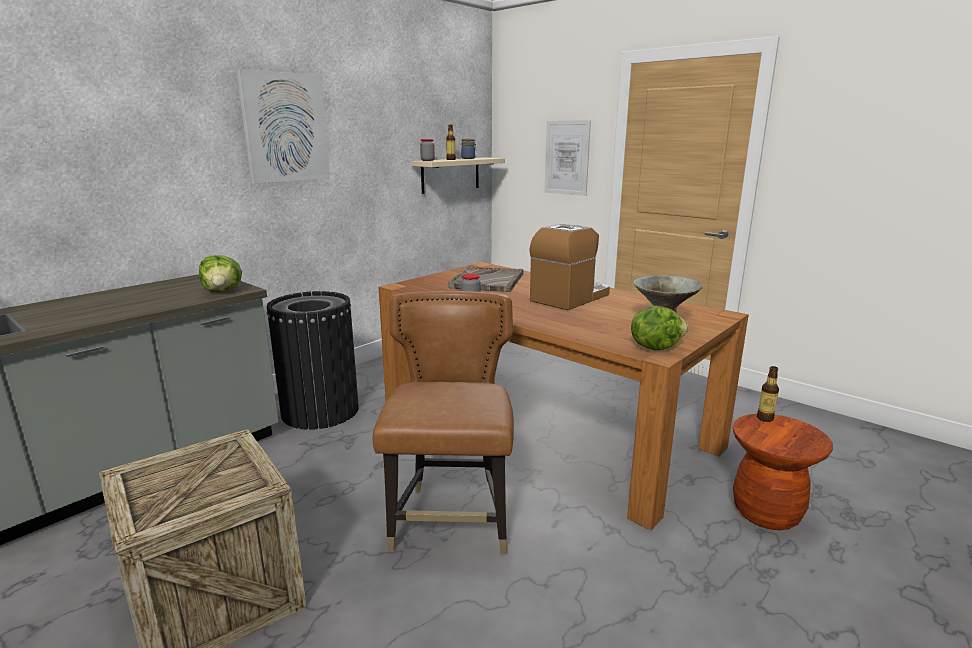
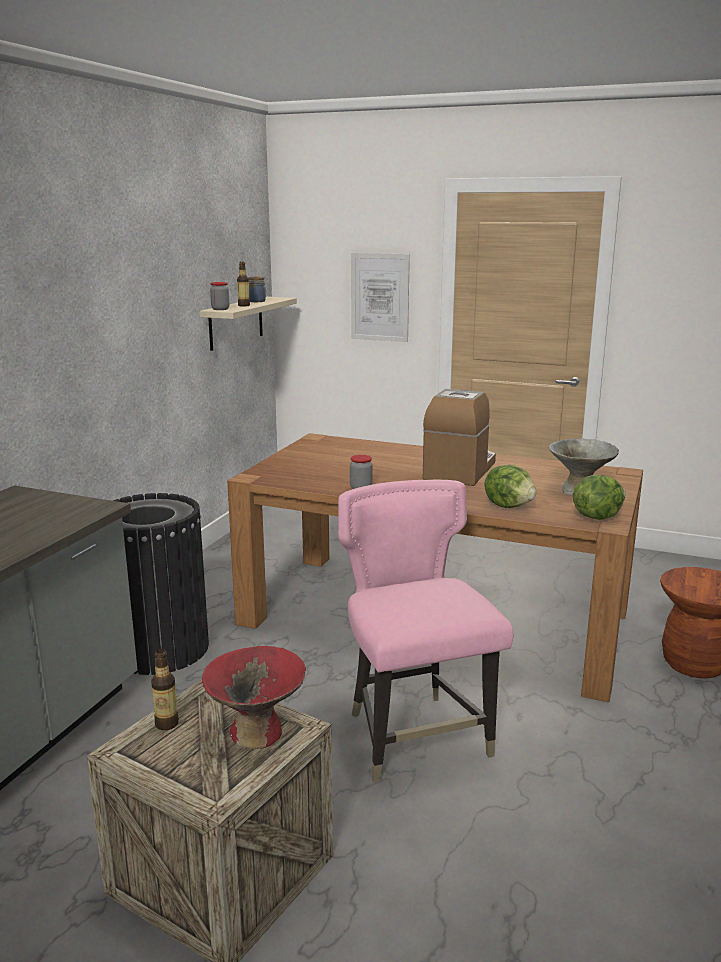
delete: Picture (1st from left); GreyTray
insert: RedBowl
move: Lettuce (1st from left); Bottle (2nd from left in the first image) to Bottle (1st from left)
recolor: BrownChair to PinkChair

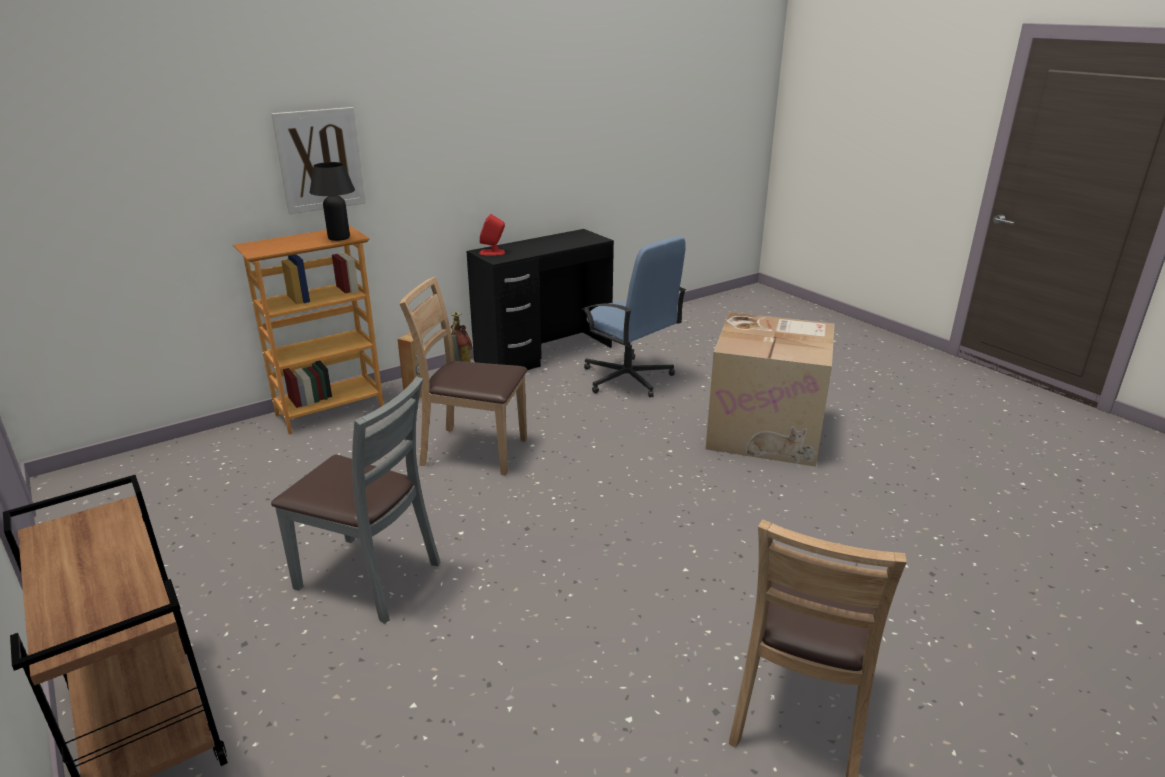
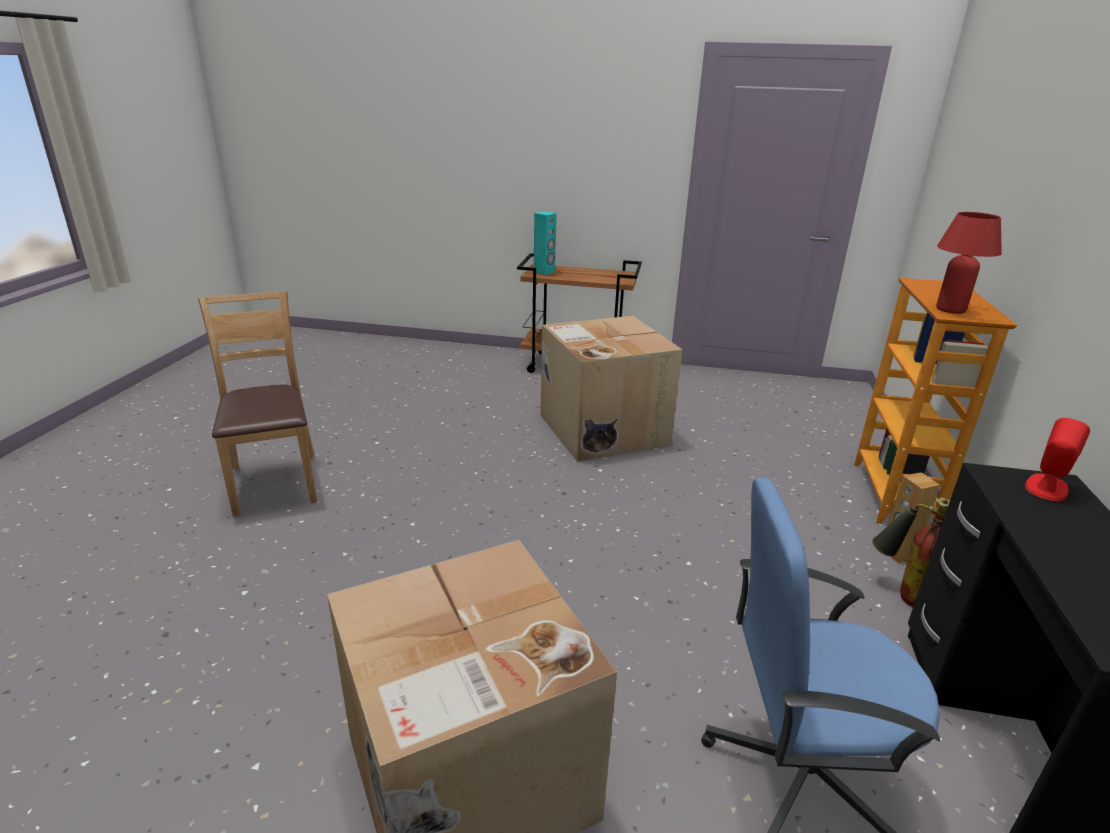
delete: Picture; BrownChair (1st from left)
insert: TurquoiseSpeaker
replace: GreyChair to CardboardBox (2nd from left)
recolor: BlackTableLamp to RedTableLamp

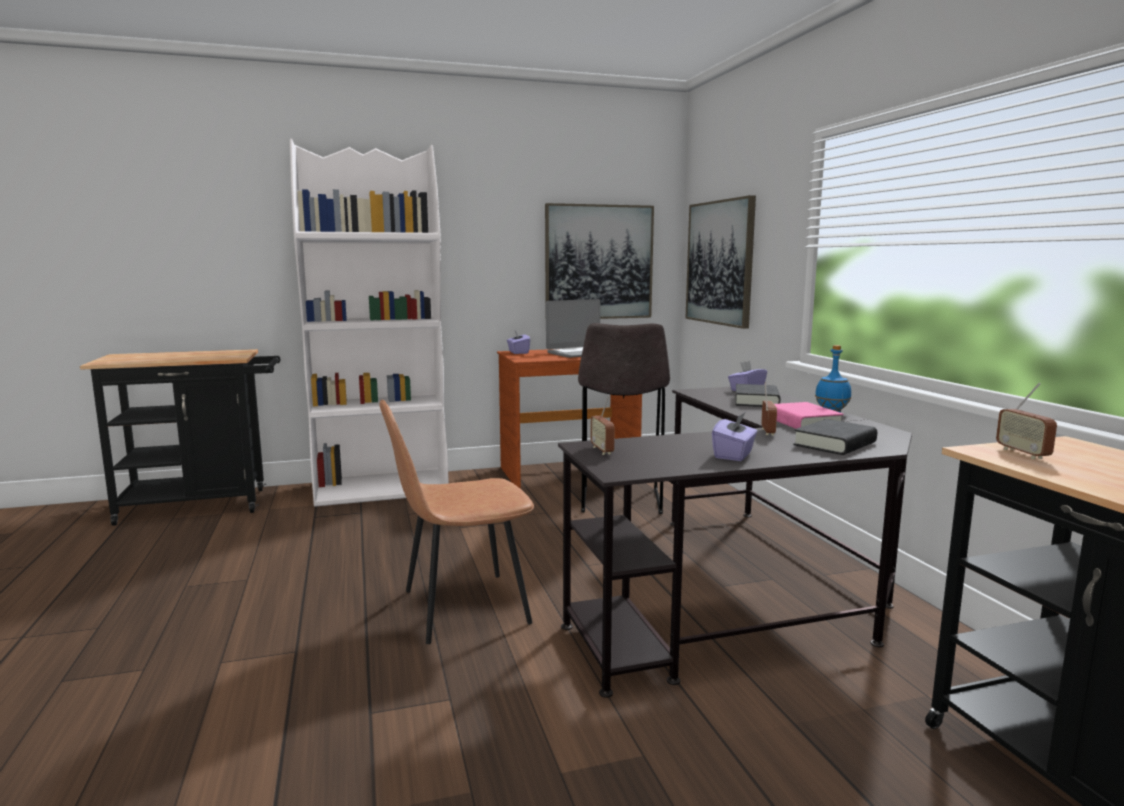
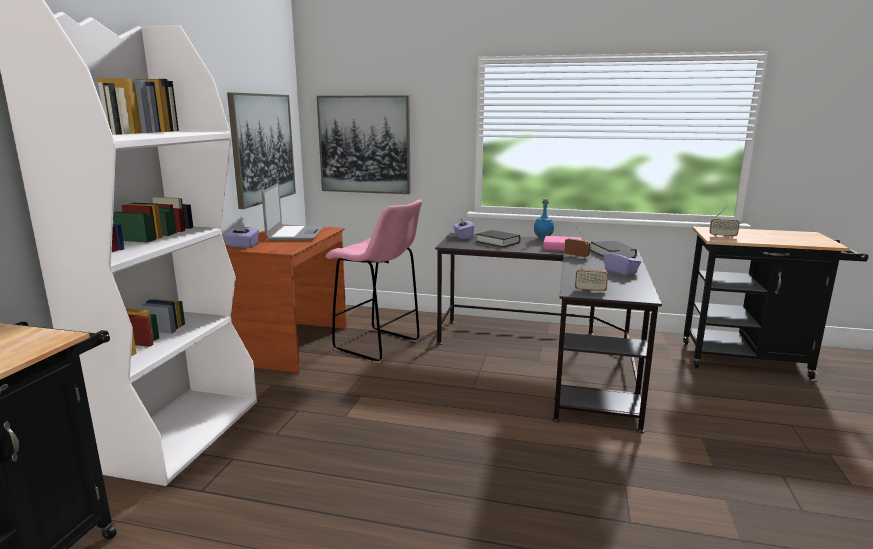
delete: BrownChair
recolor: GreyStool to PinkStool

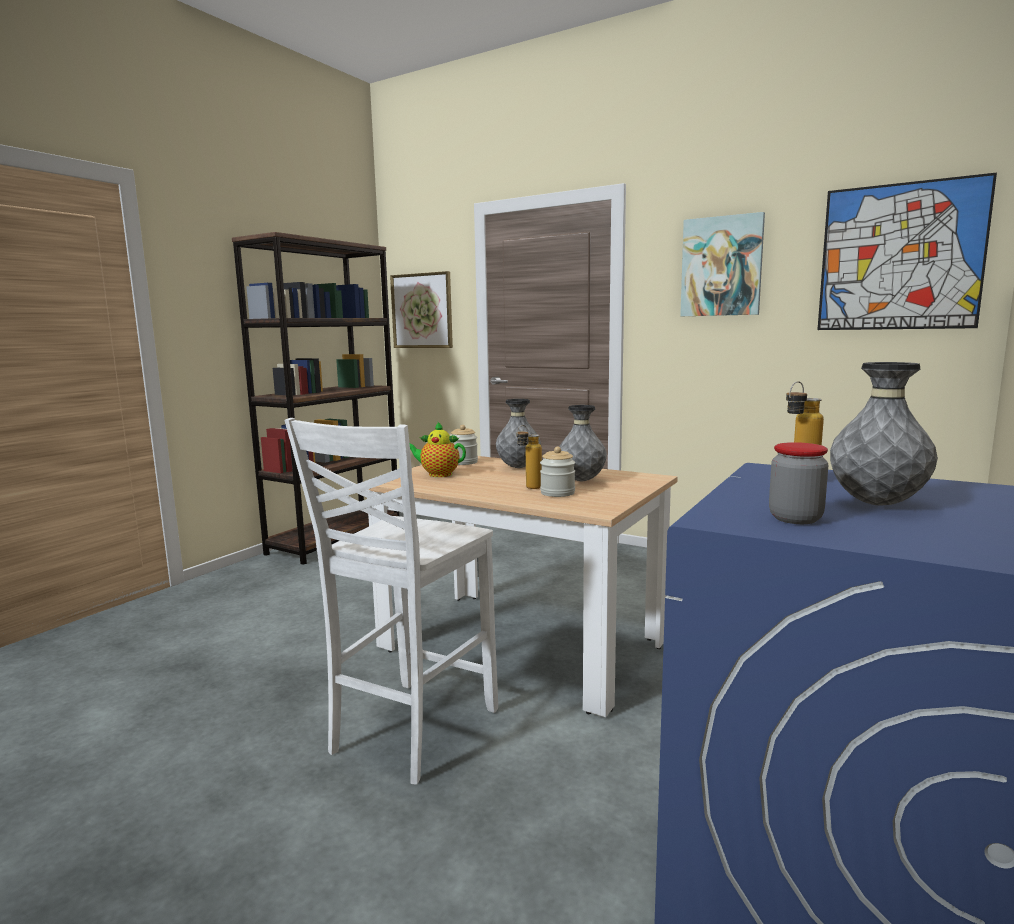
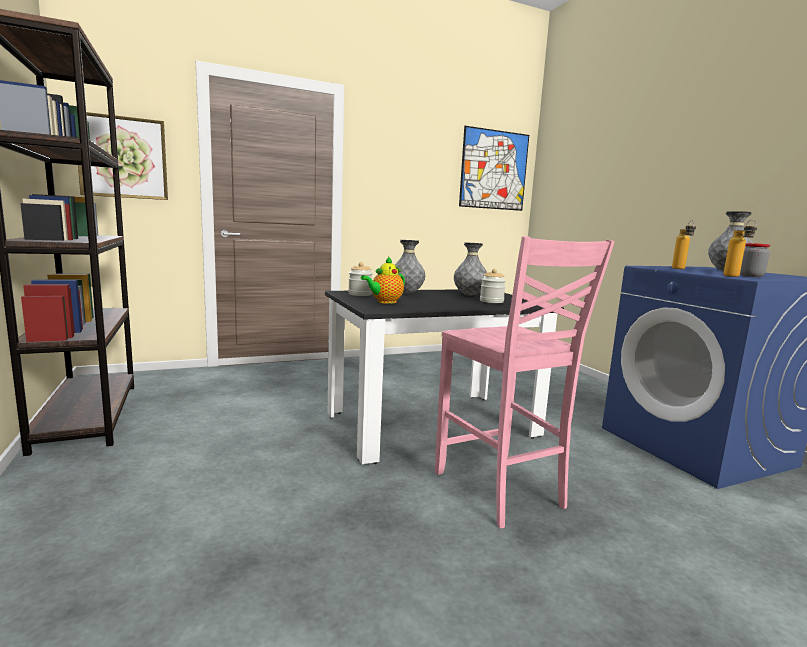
delete: Picture (2nd from left)
move: Bottle (1st from left in the first image) to Bottle (2nd from left)
recolor: WhiteChair to PinkChair; BeigeDiningTable to BlackDiningTable

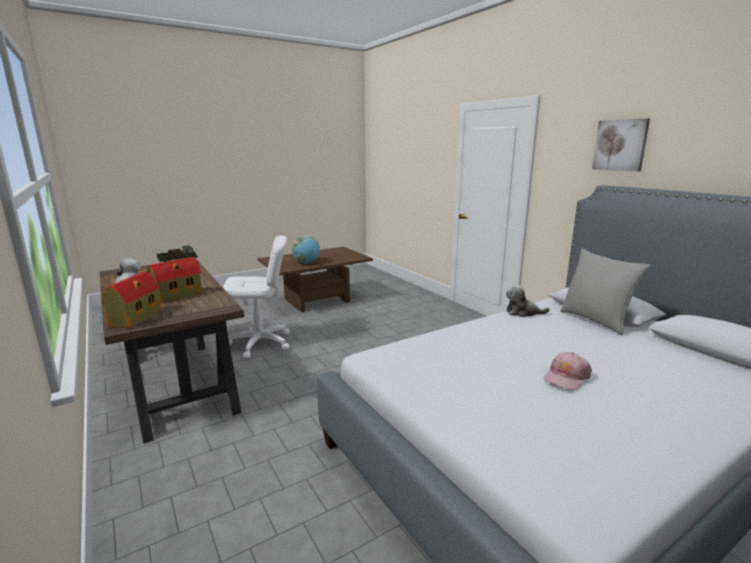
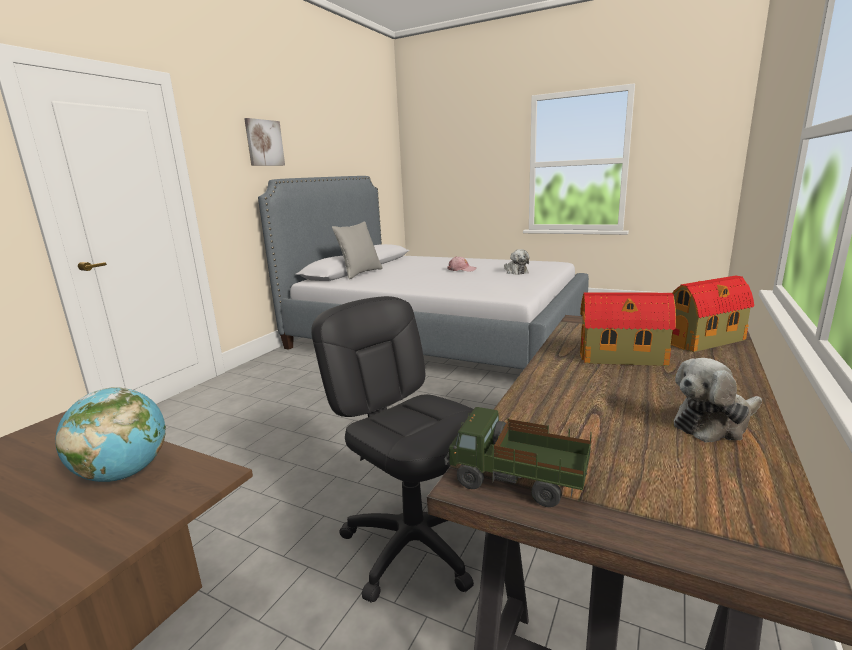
move: PlushToy (2nd from left in the first image) to PlushToy (1st from left)
recolor: WhiteOfficeChair to BlackOfficeChair

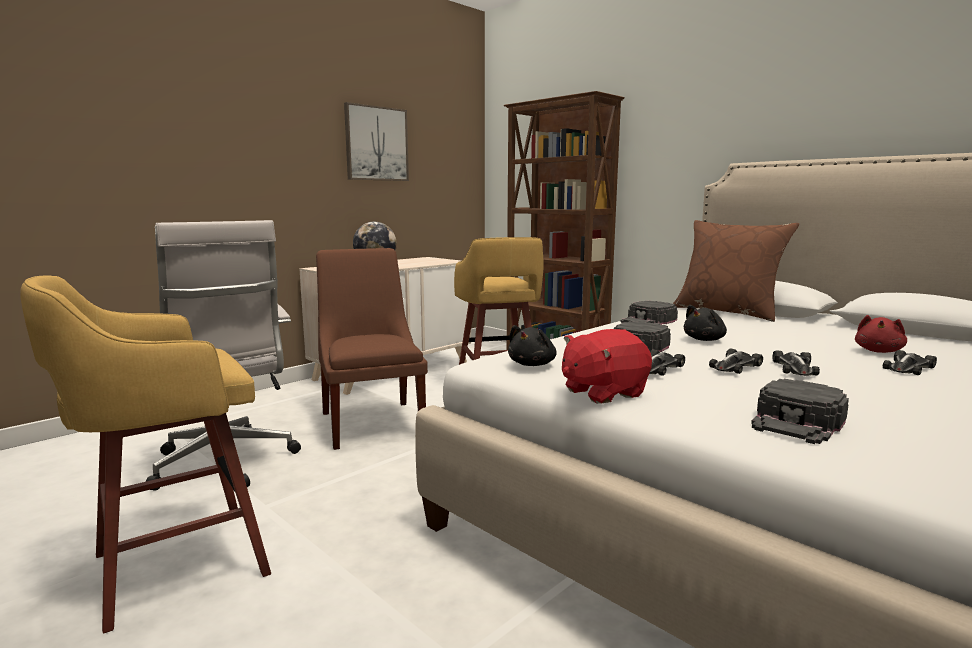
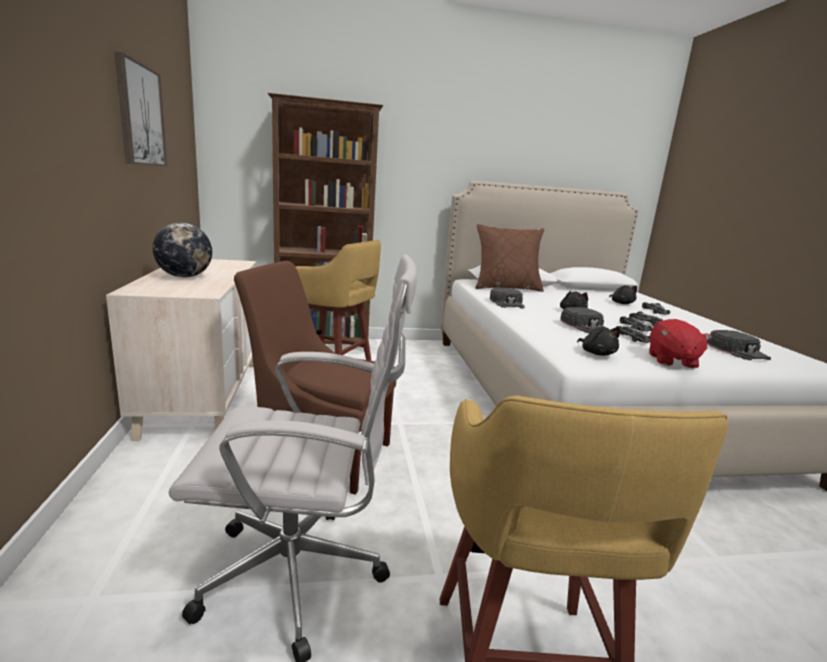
recolor: RedPlushToy (2nd from left) to BlackPlushToy (3rd from left)

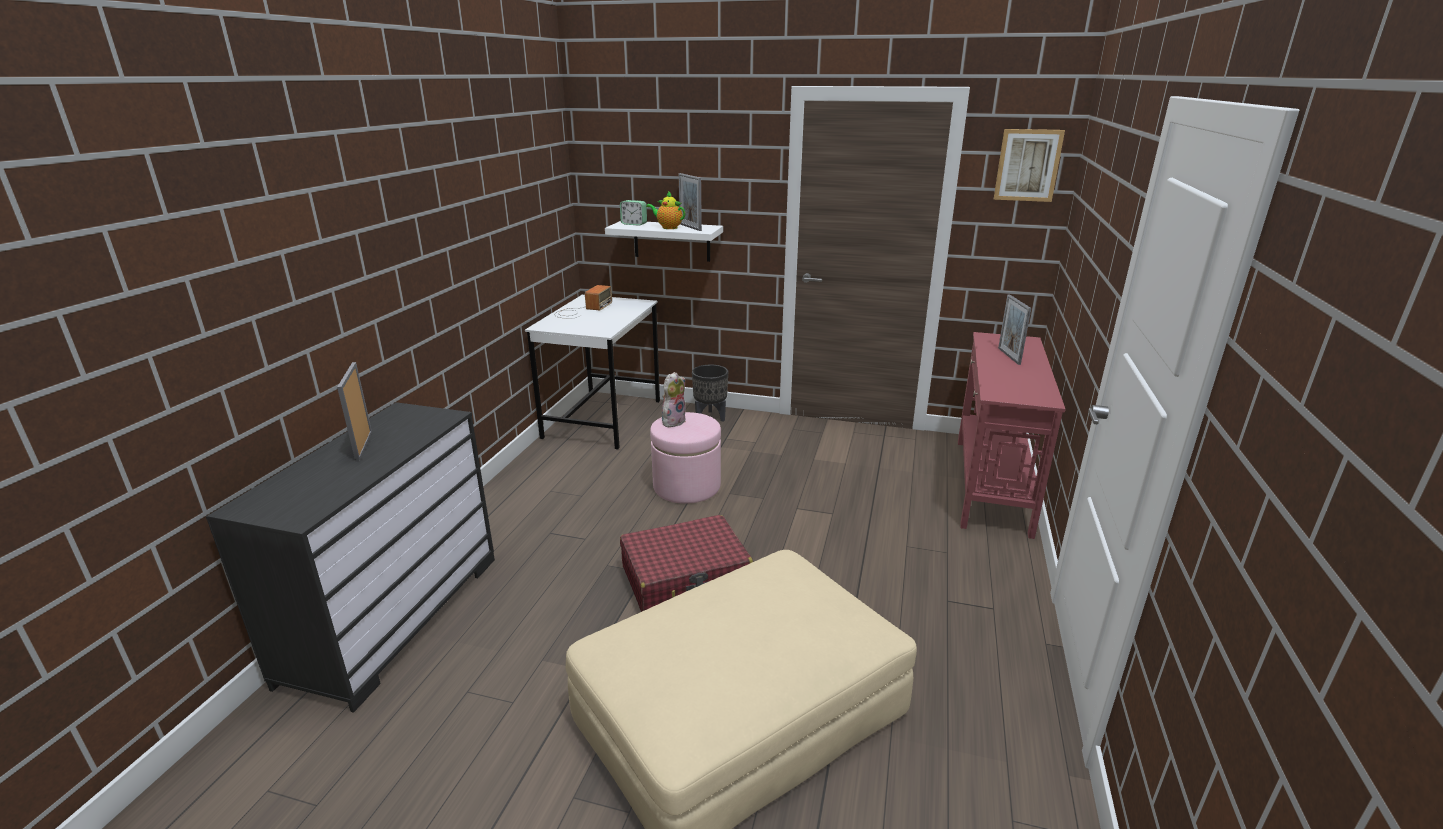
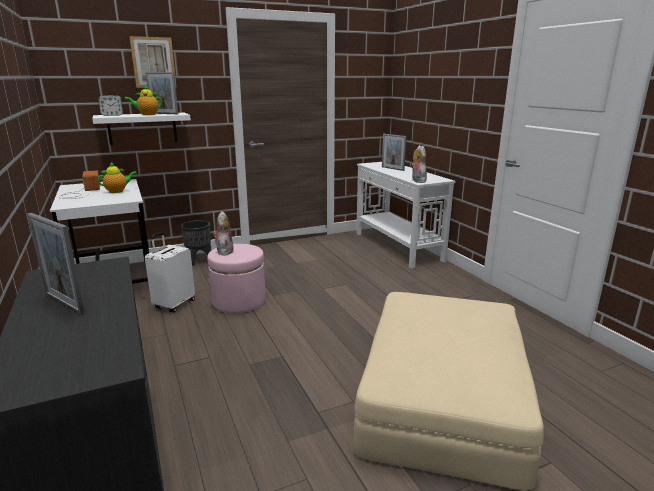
delete: RedSuitcase
insert: PlushToy (2nd from left); Teapot (1st from left); WhiteSuitcase
move: Picture
recolor: RedConsoleTable to WhiteConsoleTable

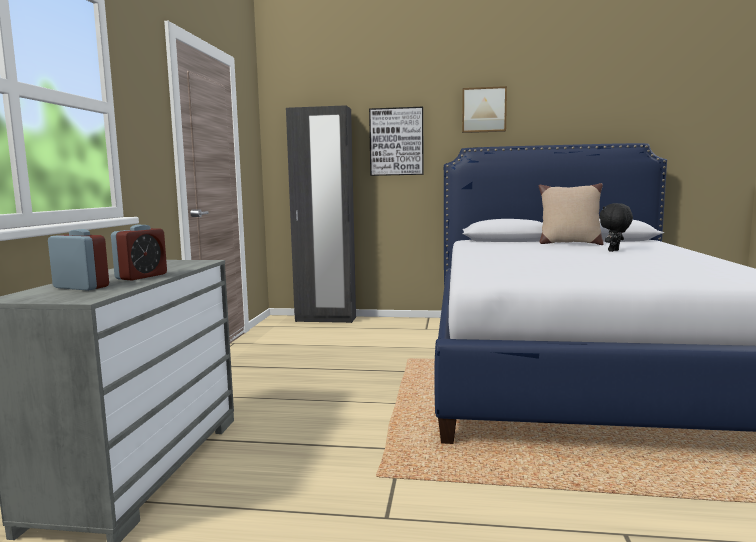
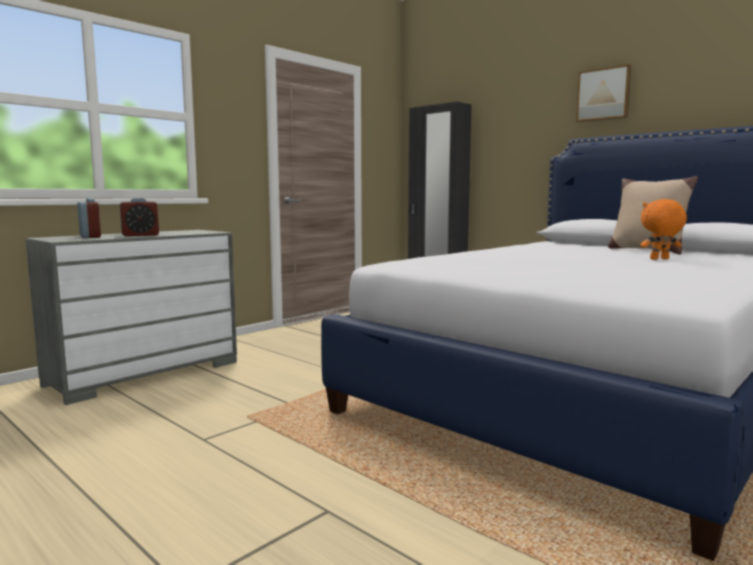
delete: Picture (1st from left)
recolor: BlackPlushToy to OrangePlushToy

